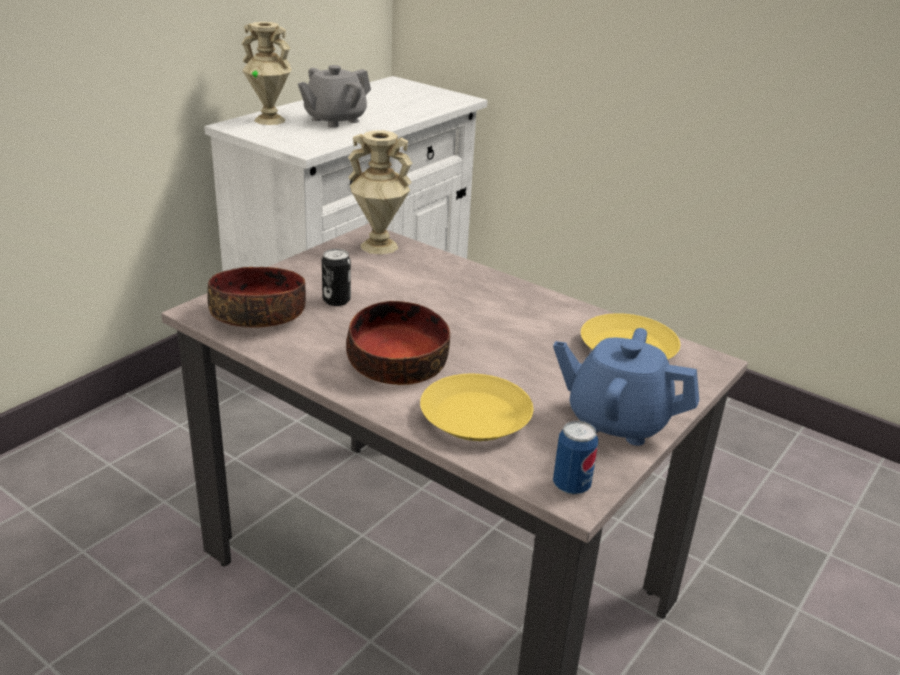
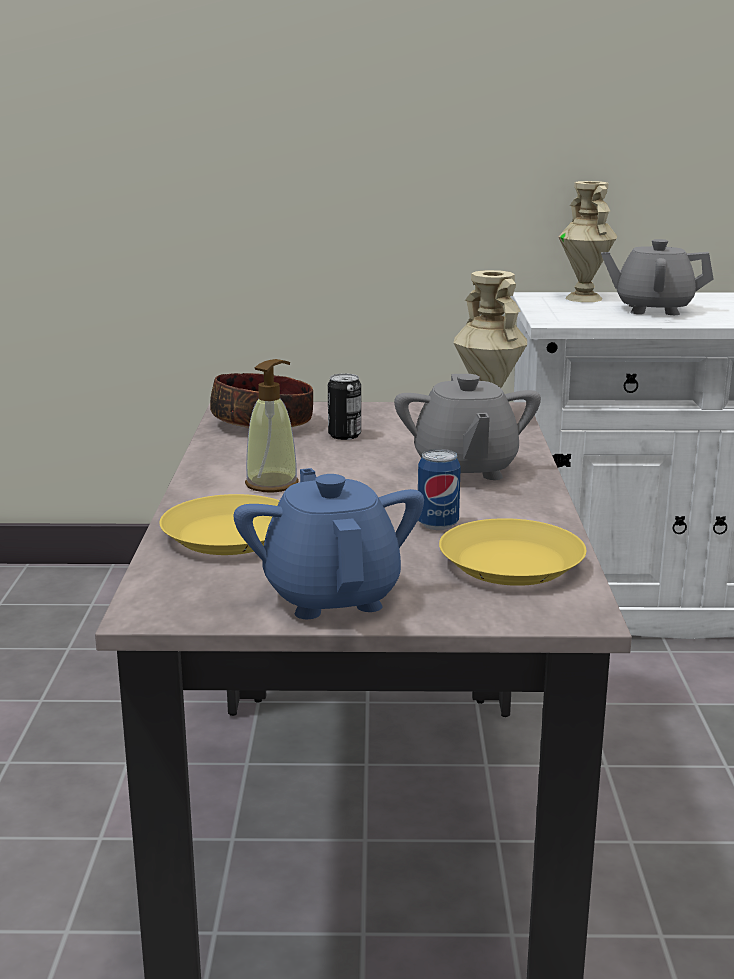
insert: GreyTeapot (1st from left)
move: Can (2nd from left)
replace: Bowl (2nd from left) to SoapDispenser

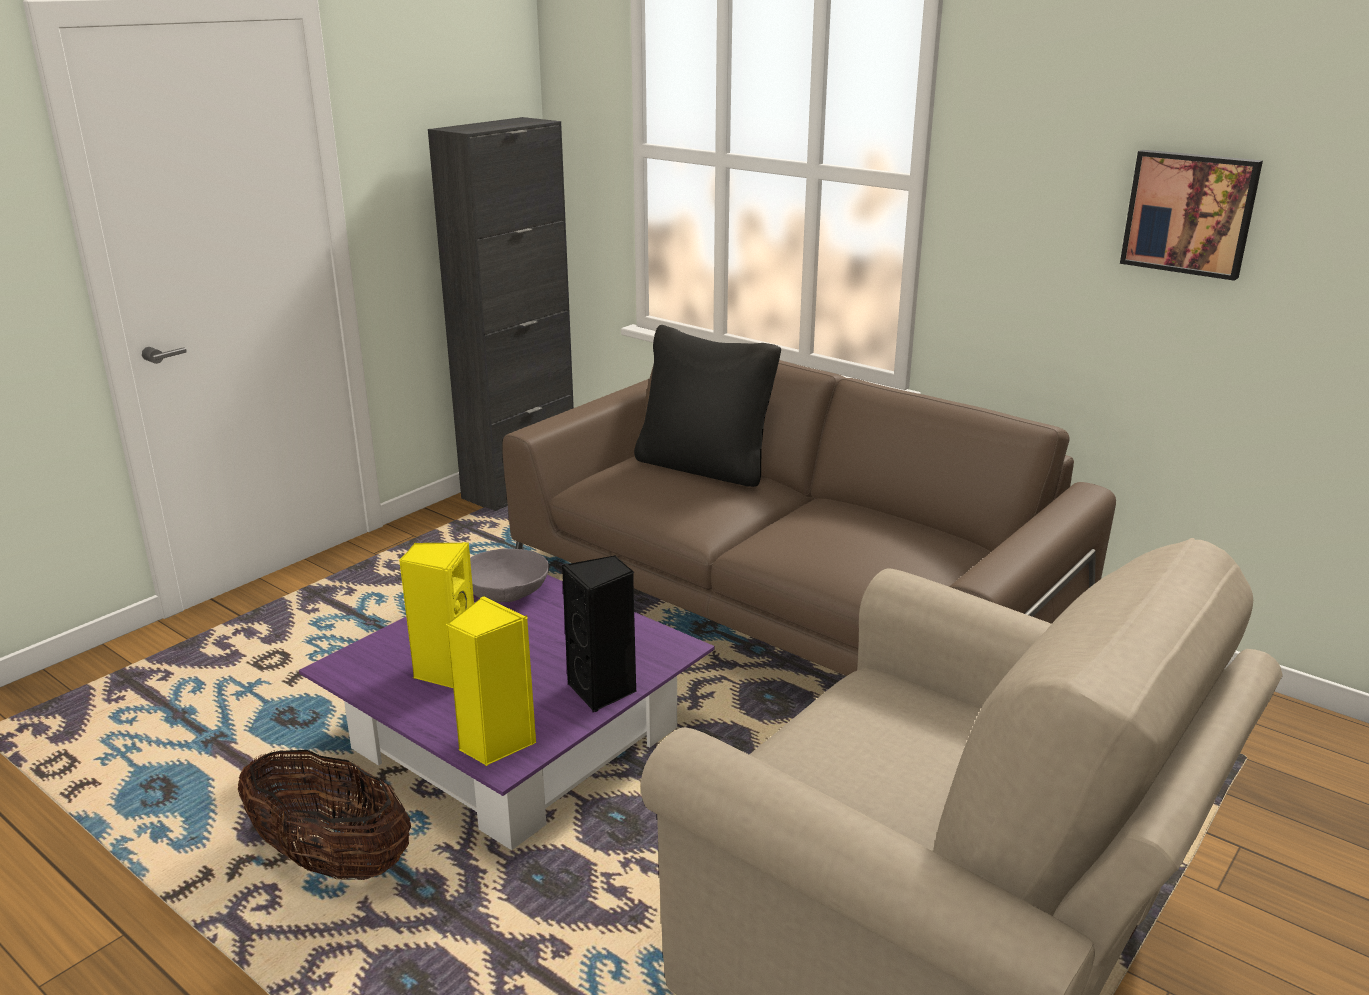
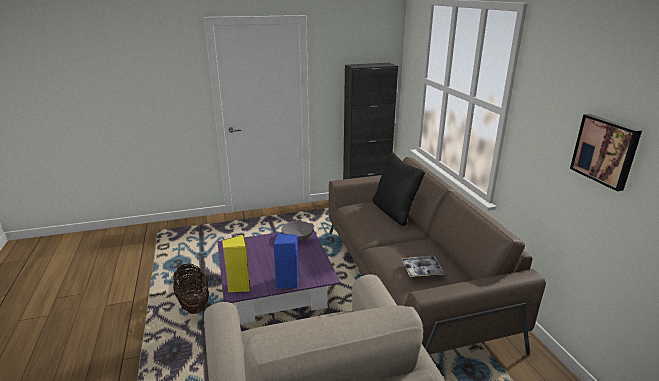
delete: YellowSpeaker (1st from left)
insert: Tray
recolor: BlackSpeaker to BlueSpeaker

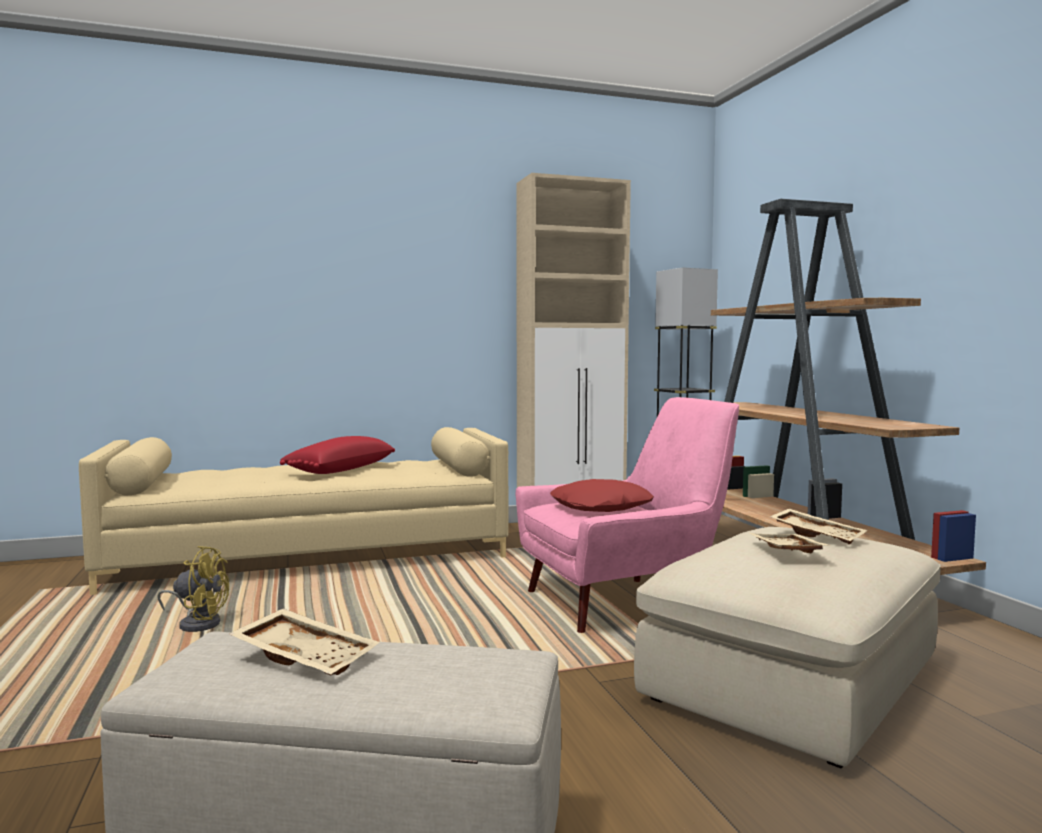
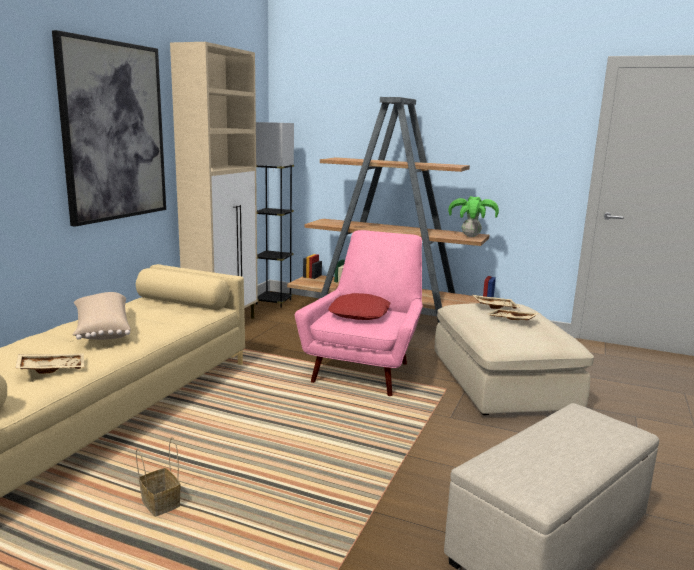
insert: Picture; PottedPlant
move: BeigeTray (1st from left)
replace: YellowFan to Basket
recolor: RedPillow (1st from left) to BeigePillow

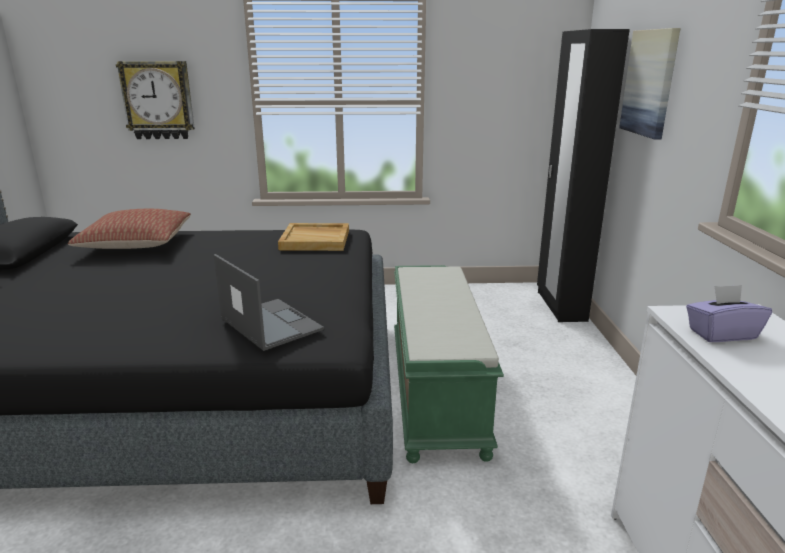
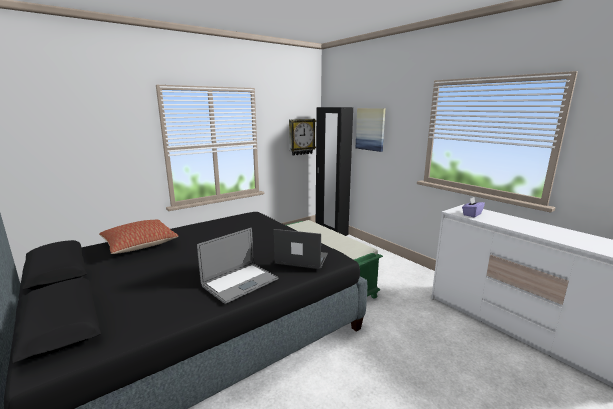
delete: BeigeTray
insert: Laptop (1st from left)
move: WallClock

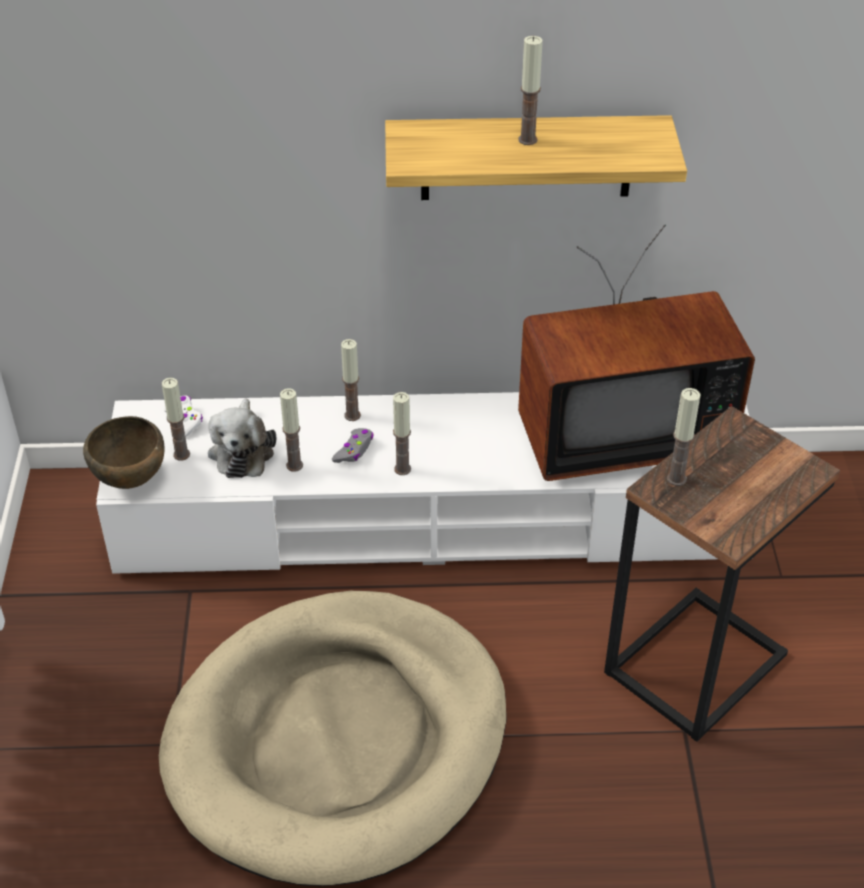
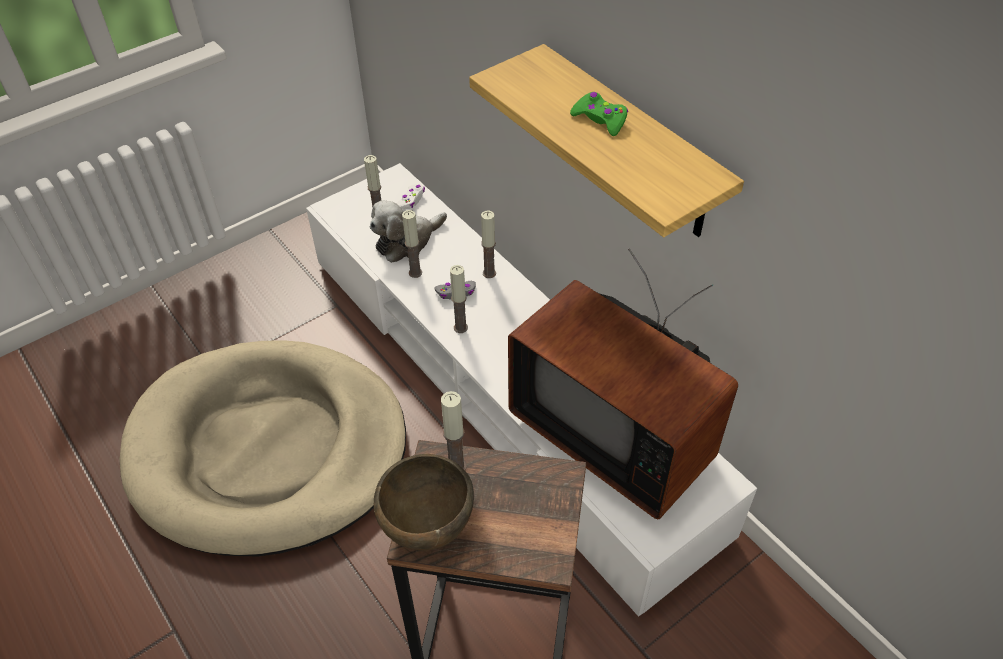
move: BrownBowl
replace: Candle (5th from left) to GreenGameController

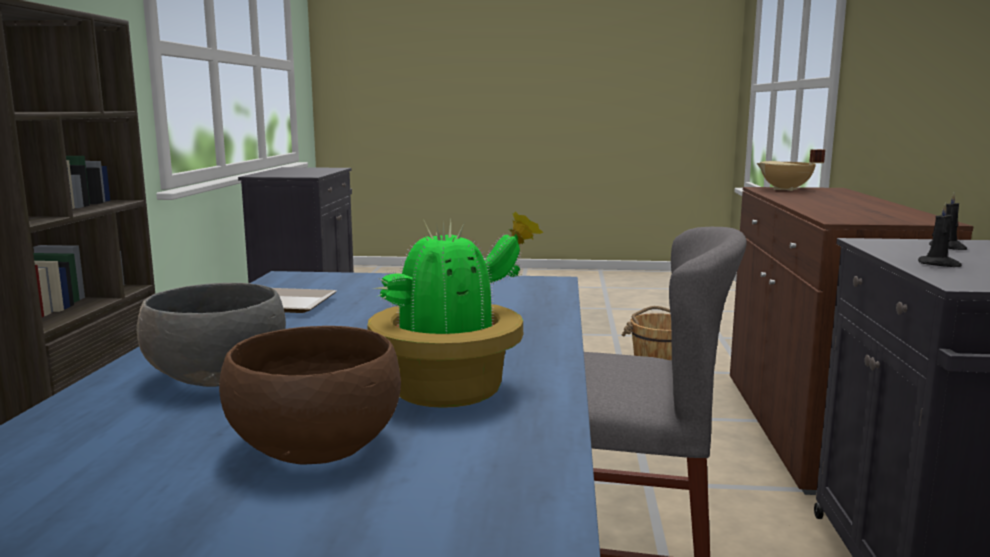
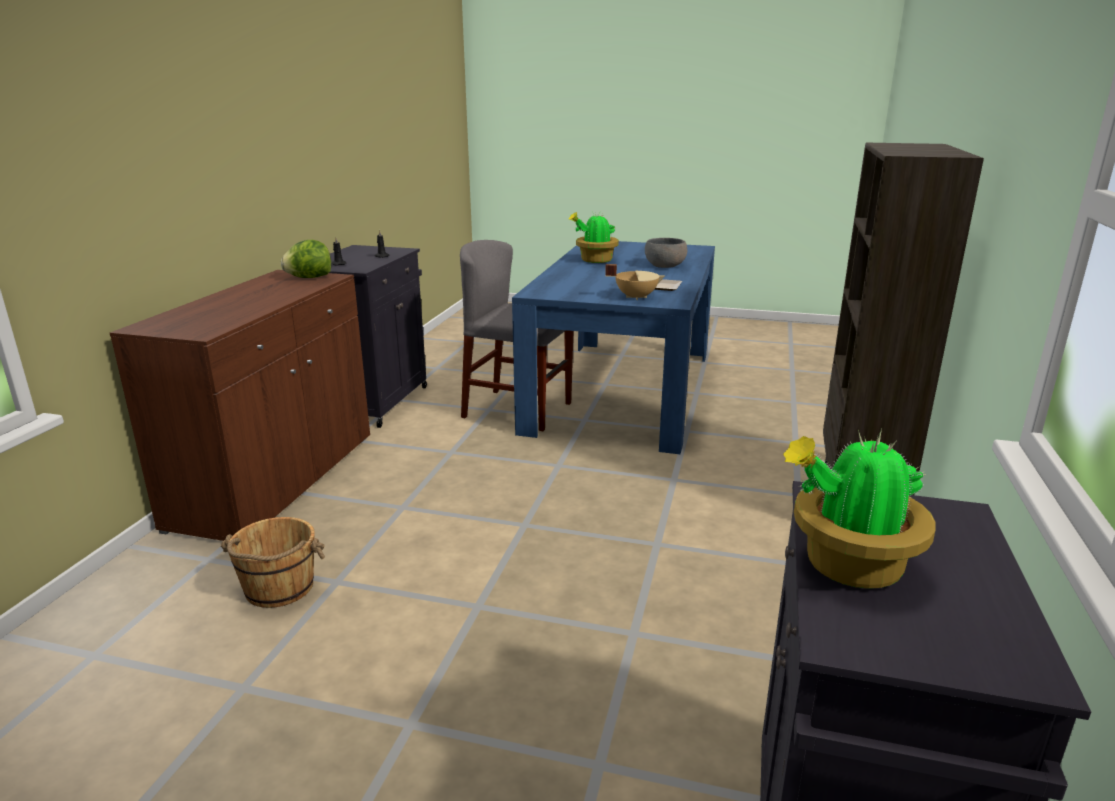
delete: BrownBowl
insert: Lettuce; PottedPlant (2nd from left)
move: BeigeCookingPot

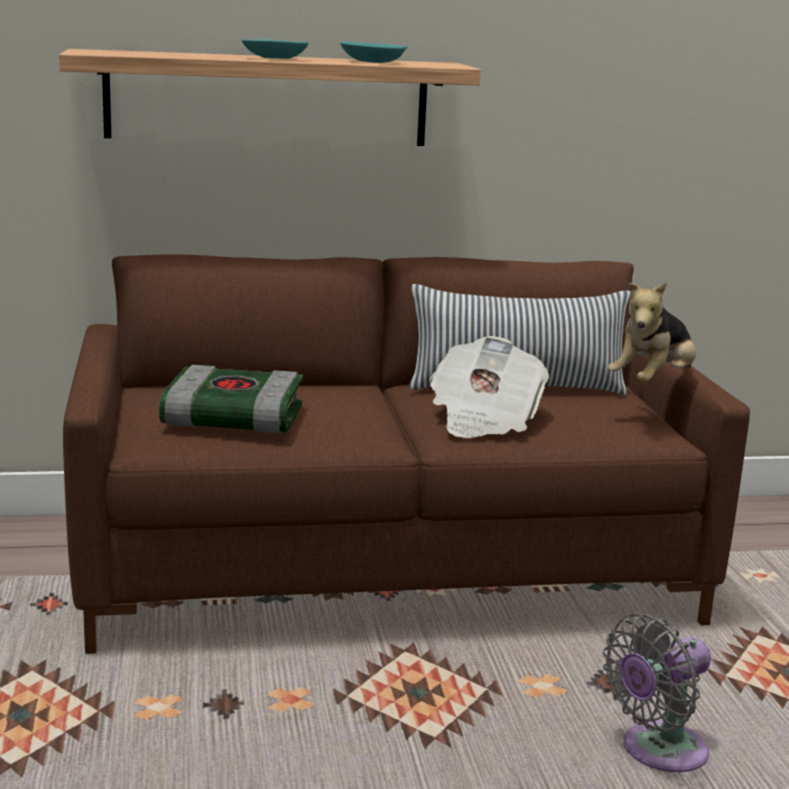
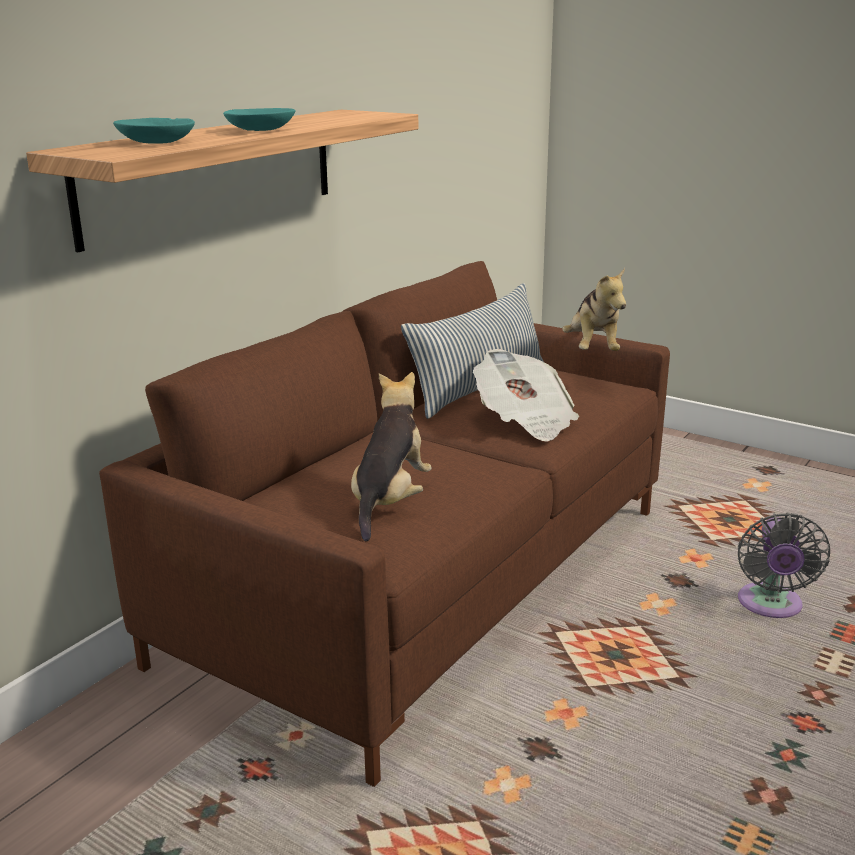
move: TurquoiseBowl (2nd from left in the first image) to TurquoiseBowl (1st from left)
replace: Book to PlushToy (1st from left)

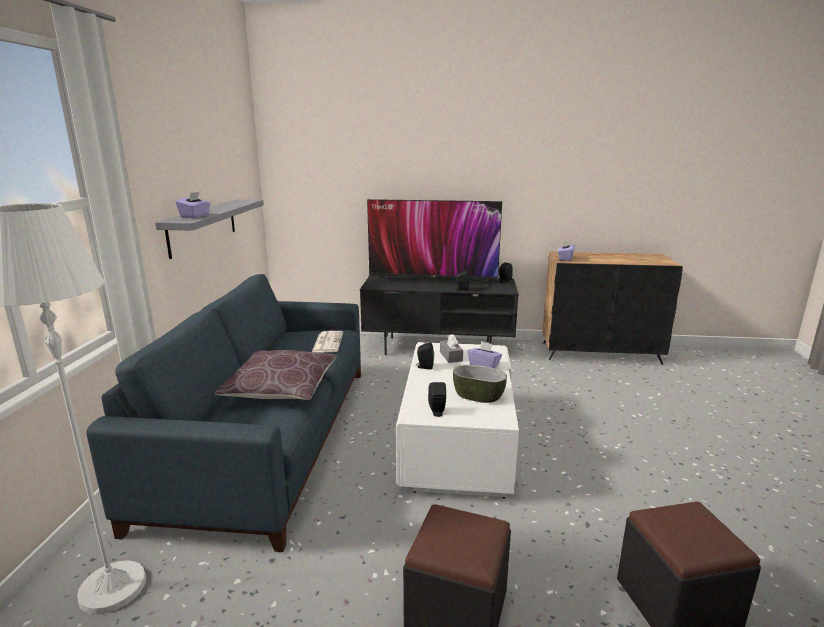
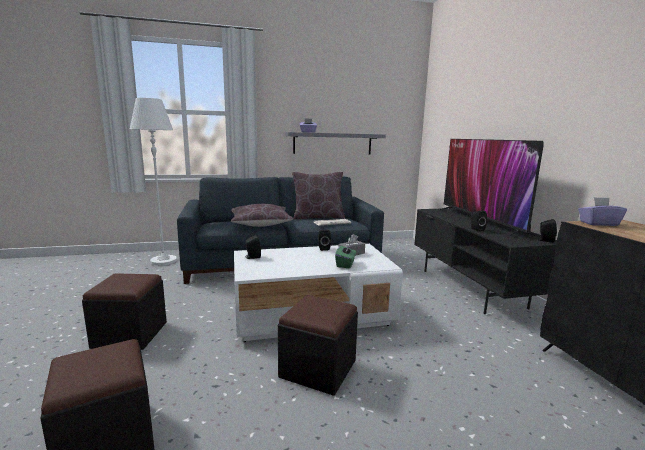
delete: Bowl
insert: BrownPillow (2nd from left); BlackOttoman (3rd from left)
recolor: PurpleTissueBox (2nd from left) to GreenTissueBox

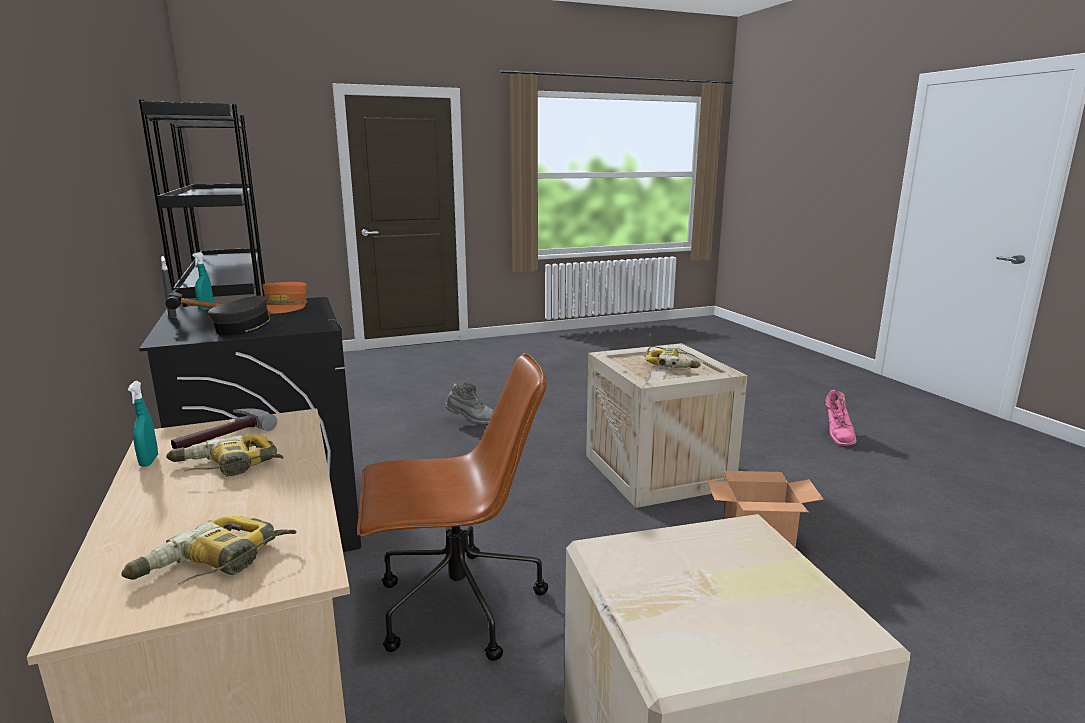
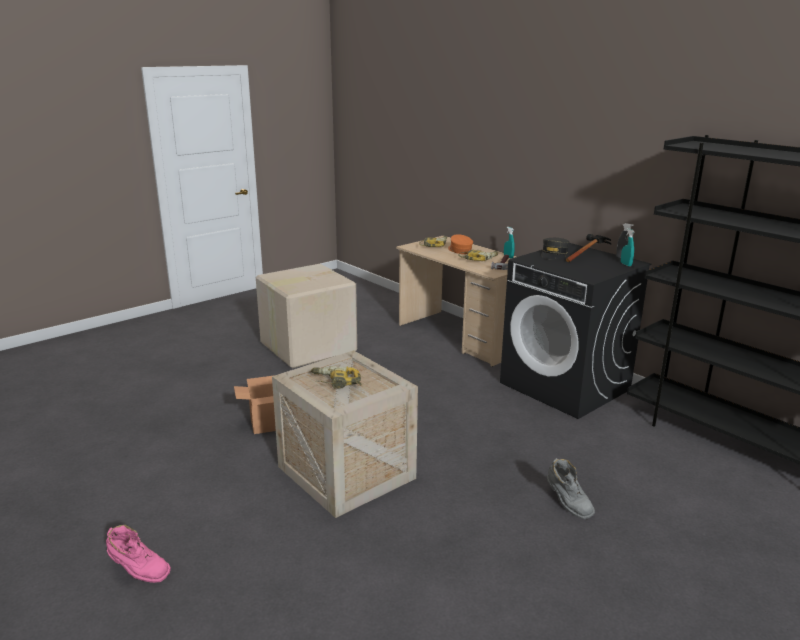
delete: BrownOfficeChair
move: OrangeCap
rotate: GreyBoot 105 degrees counterclockwise; PinkBoot 120 degrees clockwise

